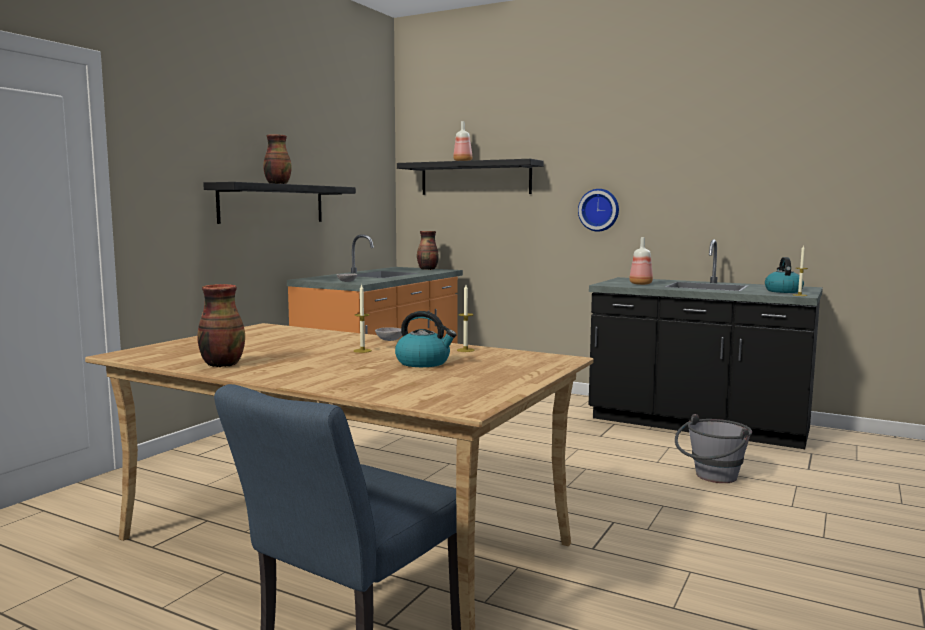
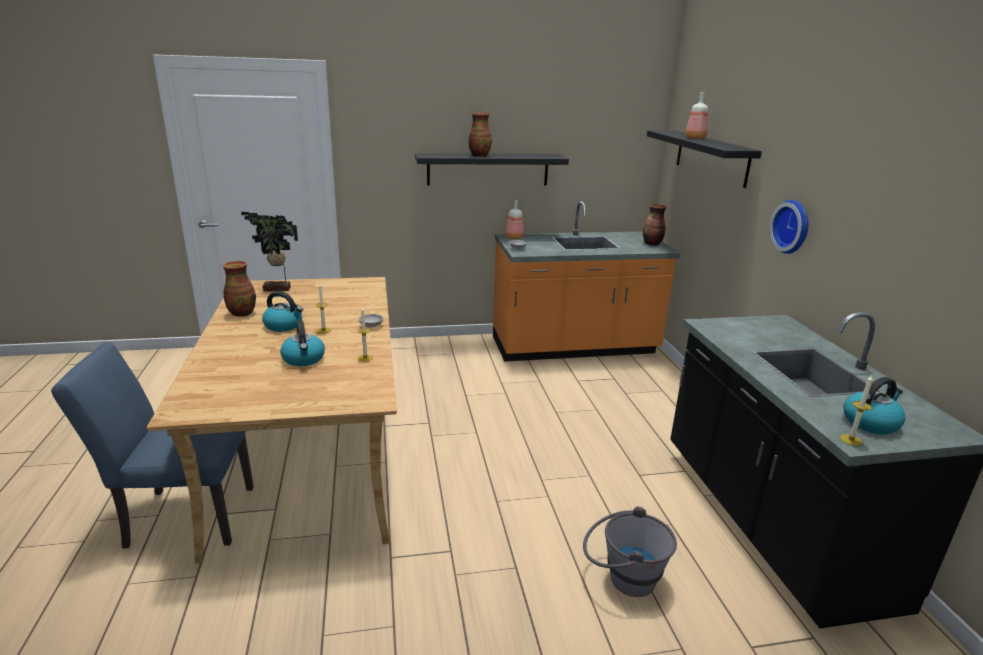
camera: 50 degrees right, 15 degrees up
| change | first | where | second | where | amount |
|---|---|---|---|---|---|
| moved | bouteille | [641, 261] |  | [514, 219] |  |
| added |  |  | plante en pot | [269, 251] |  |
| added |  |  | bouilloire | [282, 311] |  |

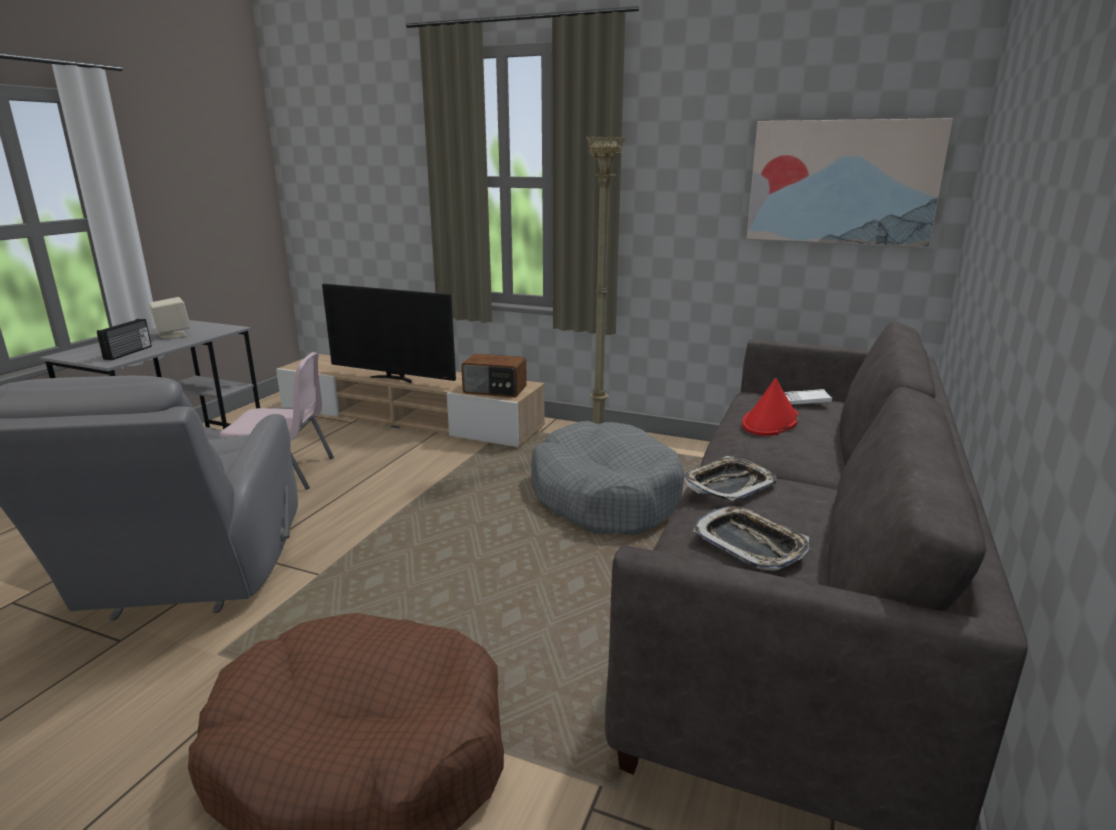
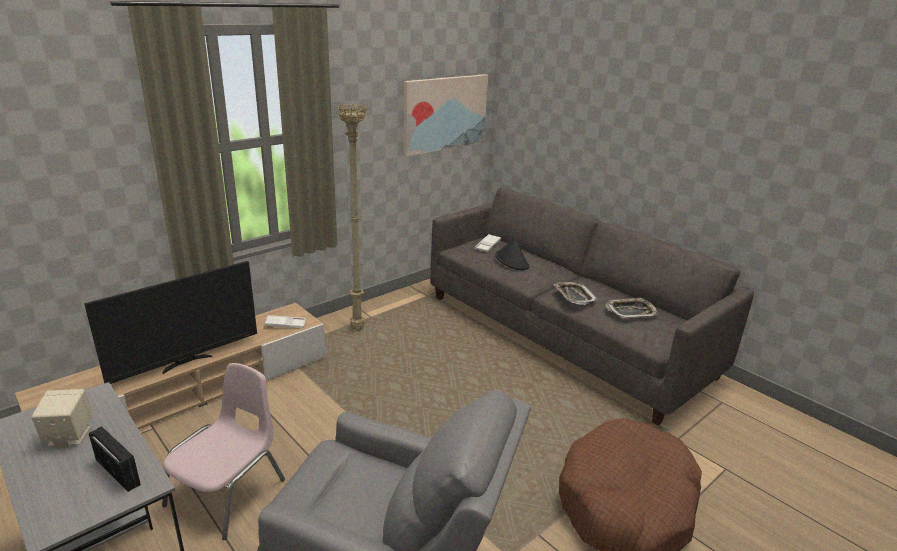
camera: 65 degrees left, 5 degrees up
| change | first | where | second | where | amount |
|---|---|---|---|---|---|
| replaced | radio | [494, 375] | plateau/blanc | [285, 322] |  |
| recoloured | chapeau/rouge | [770, 407] | chapeau/noir | [512, 253] |  |
| removed | panier pour chien/gris | [608, 478] |  |  |  |

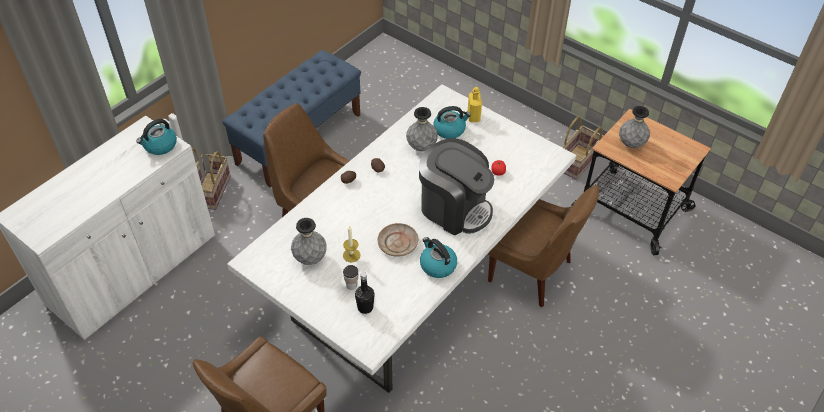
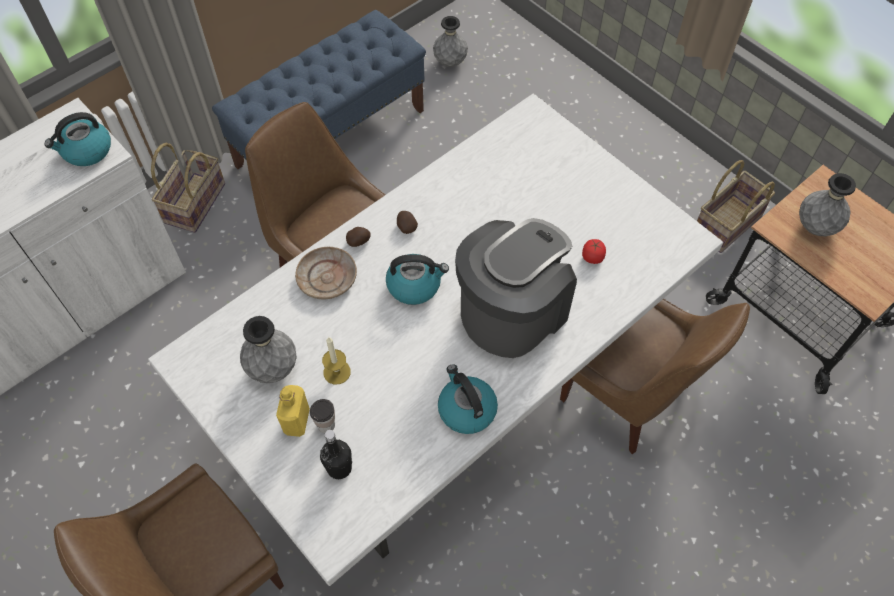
camera: 10 degrees right, 10 degrees up
| change | first | where | second | where | amount |
|---|---|---|---|---|---|
| moved | bouteille/jaune | [475, 104] |  | [293, 411] |  |
| moved | bouilloire | [452, 122] |  | [417, 279] |  |
| moved | vase/gris | [422, 129] |  | [450, 41] |  |
| turned | machine à café | [456, 186] |  | [516, 288] | 90 degrees counterclockwise |
| moved | assiette/beige | [397, 240] |  | [326, 273] |  |

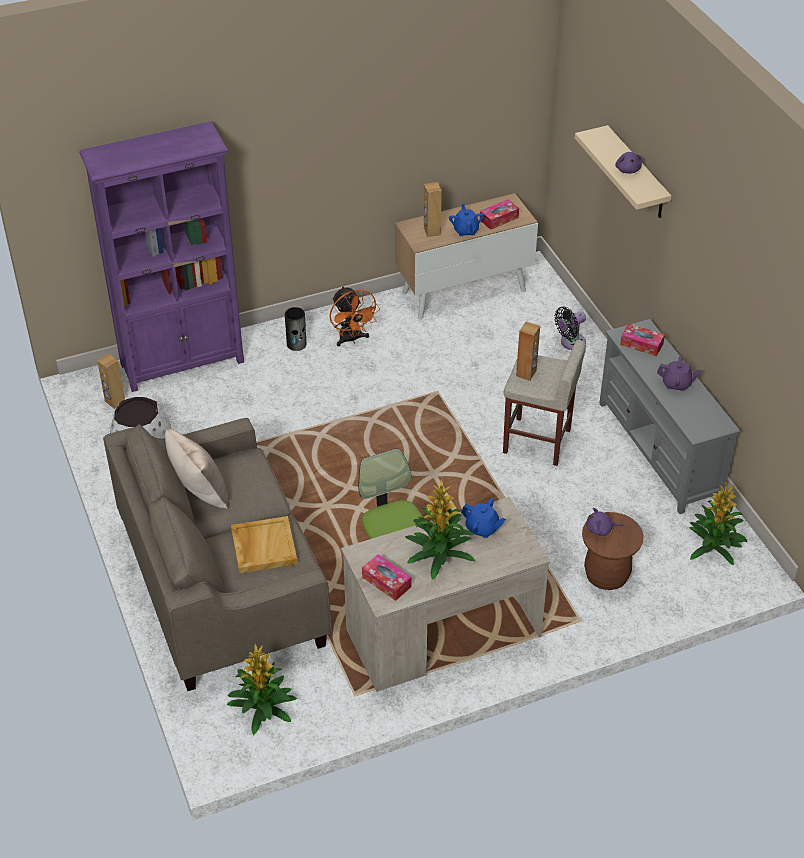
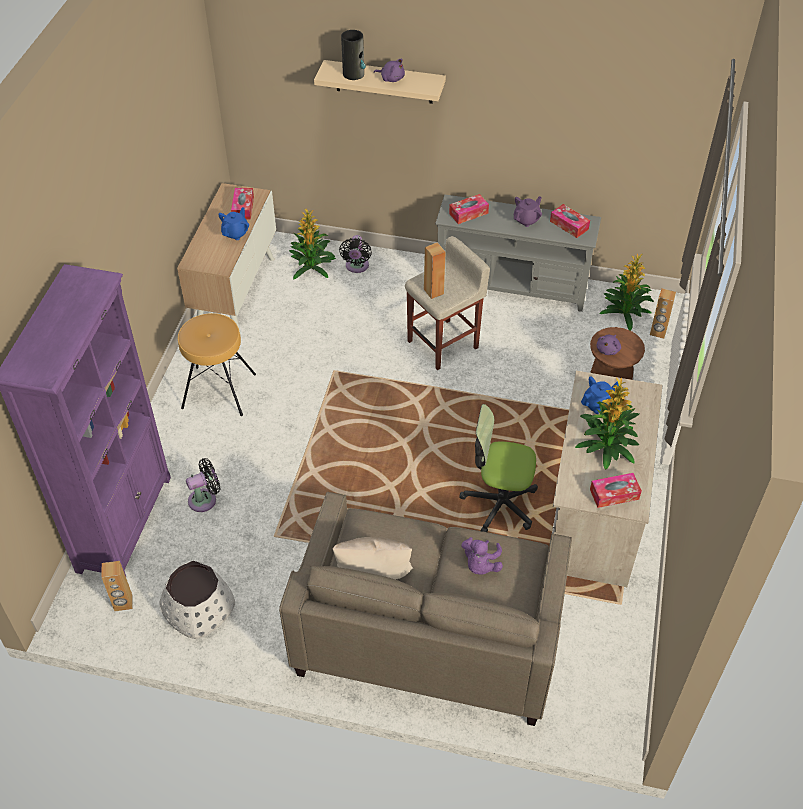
camera: 55 degrees left, 5 degrees up
| change | first | where | second | where | amount |
|---|---|---|---|---|---|
| moved | enceinte/marron | [433, 209] |  | [663, 313] |  |
| turned | théière/bleu | [466, 220] |  | [233, 223] | 90 degrees clockwise |
| replaced | ventilateur/orange | [355, 316] | tabouret/marron | [217, 364] |  |
| moved | vase | [296, 329] |  | [353, 55] |  |
| replaced | plateau/beige | [264, 545] | peluche/violet | [482, 555] |  |
| moved | plante en pot | [262, 689] |  | [312, 244] |  |
| added |  |  | boîte à mouchoirs | [570, 221] |  |
| added |  |  | ventilateur/noir | [203, 485] |  |

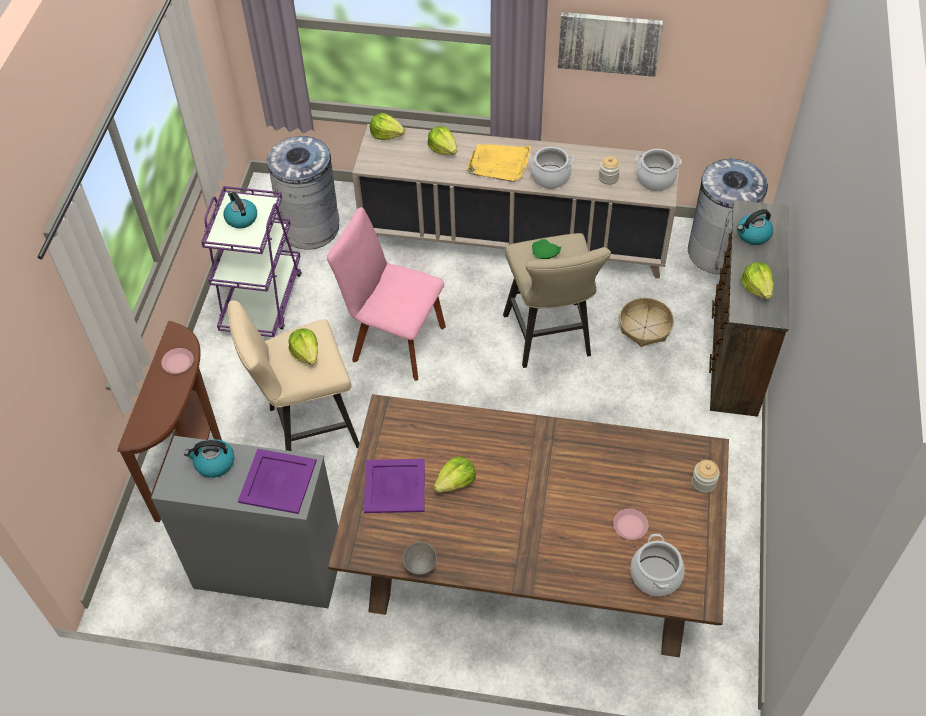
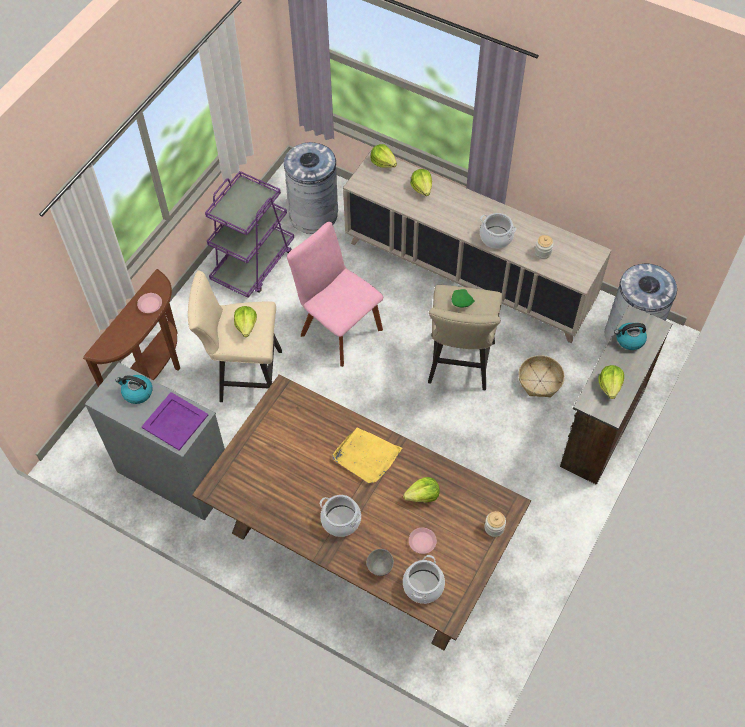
camera: 20 degrees right, 5 degrees up
| change | first | where | second | where | amount |
|---|---|---|---|---|---|
| removed | tableau | [611, 44] |  |  |  |
| moved | plateau/jaune | [499, 163] |  | [367, 455] |  |
| moved | marmite | [659, 170] |  | [340, 516] |  |
| removed | bouilloire | [240, 210] |  |  |  |
| moved | laitue | [455, 475] |  | [421, 489] |  |
| removed | plateau/violet | [394, 486] |  |  |  |
| moved | bol/gris | [420, 558] |  | [380, 562] |  |

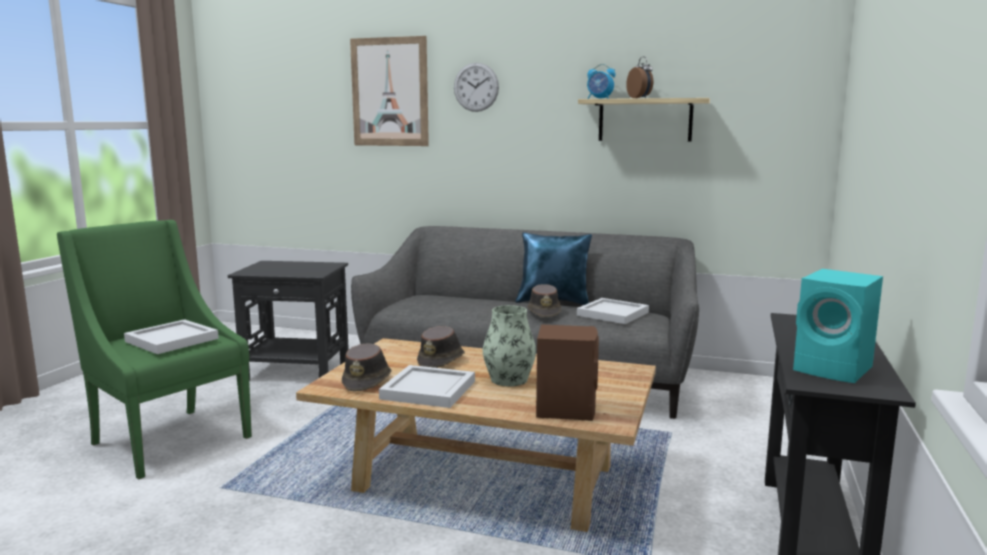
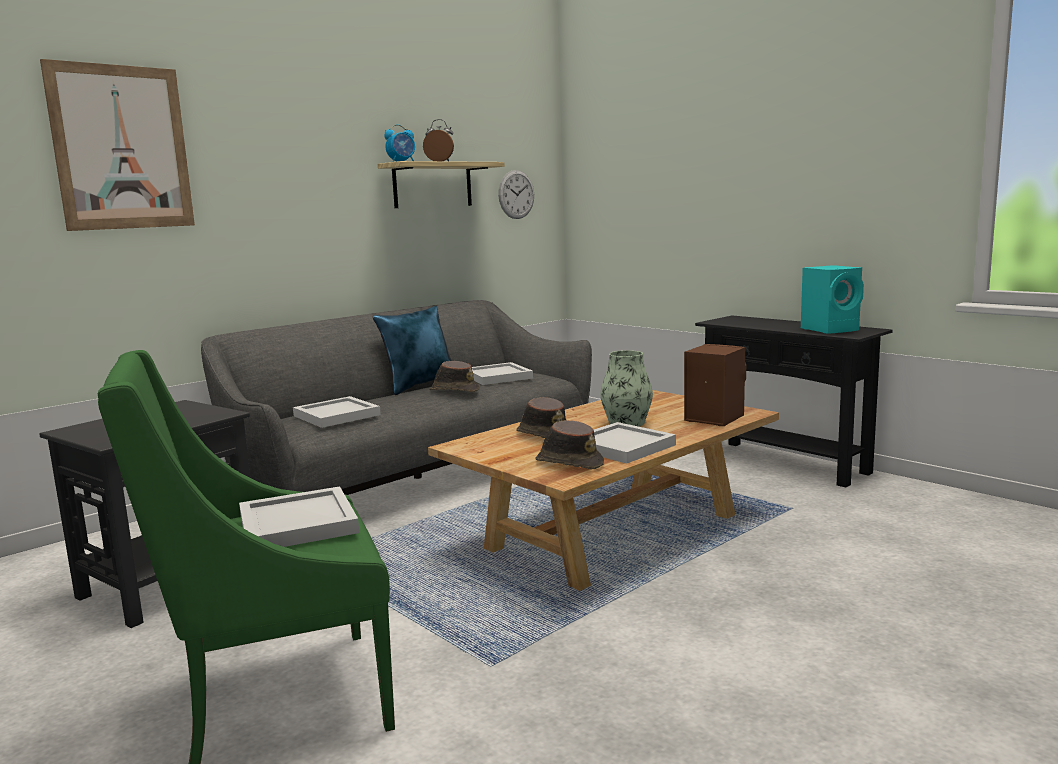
camera: 60 degrees left, 0 degrees up
| change | first | where | second | where | amount |
|---|---|---|---|---|---|
| moved | horloge murale | [476, 87] |  | [516, 194] |  |
| added |  |  | plateau/blanc | [337, 412] |  |

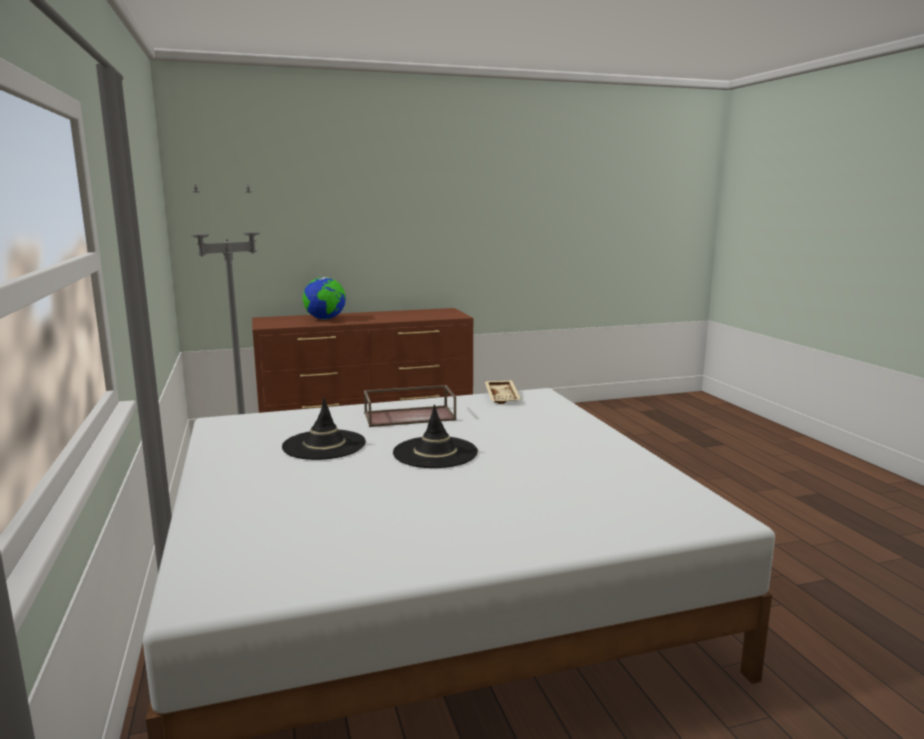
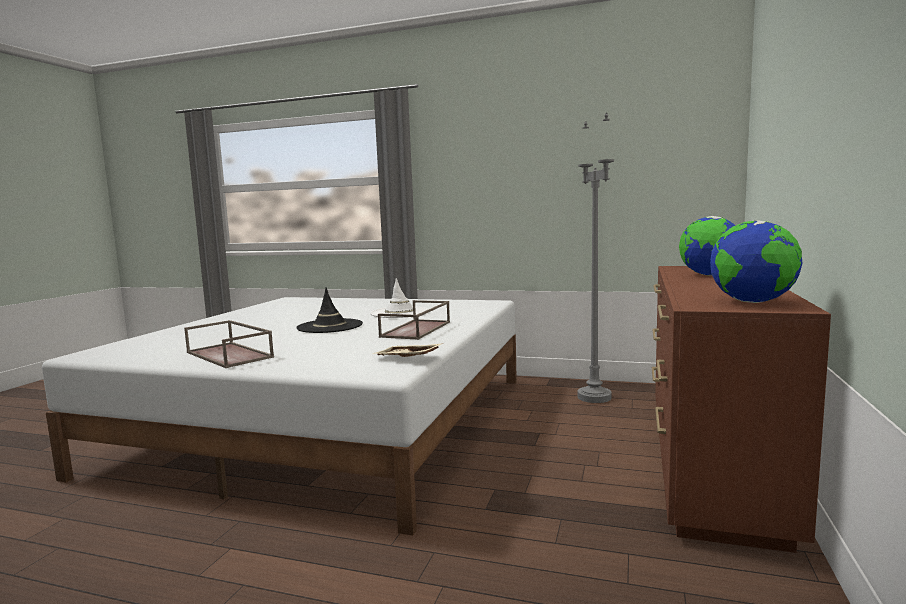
camera: 125 degrees right, 5 degrees down
| change | first | where | second | where | amount |
|---|---|---|---|---|---|
| recoloured | chapeau/noir | [324, 429] | chapeau/blanc | [399, 298] |  |
| added |  |  | globe | [756, 261] |  |
| added |  |  | plateau/marron | [229, 344] |  |

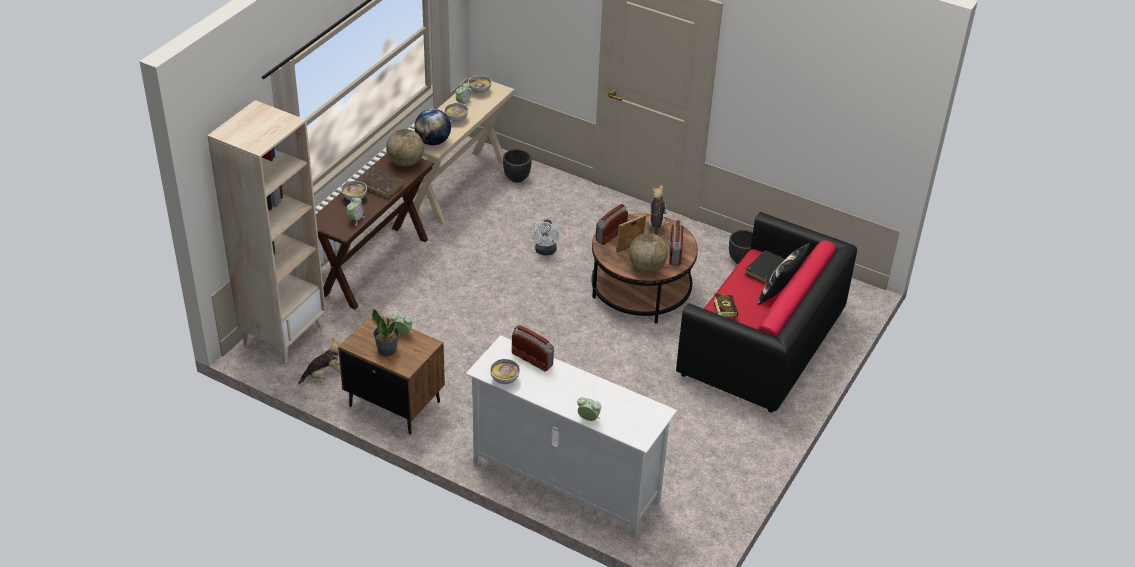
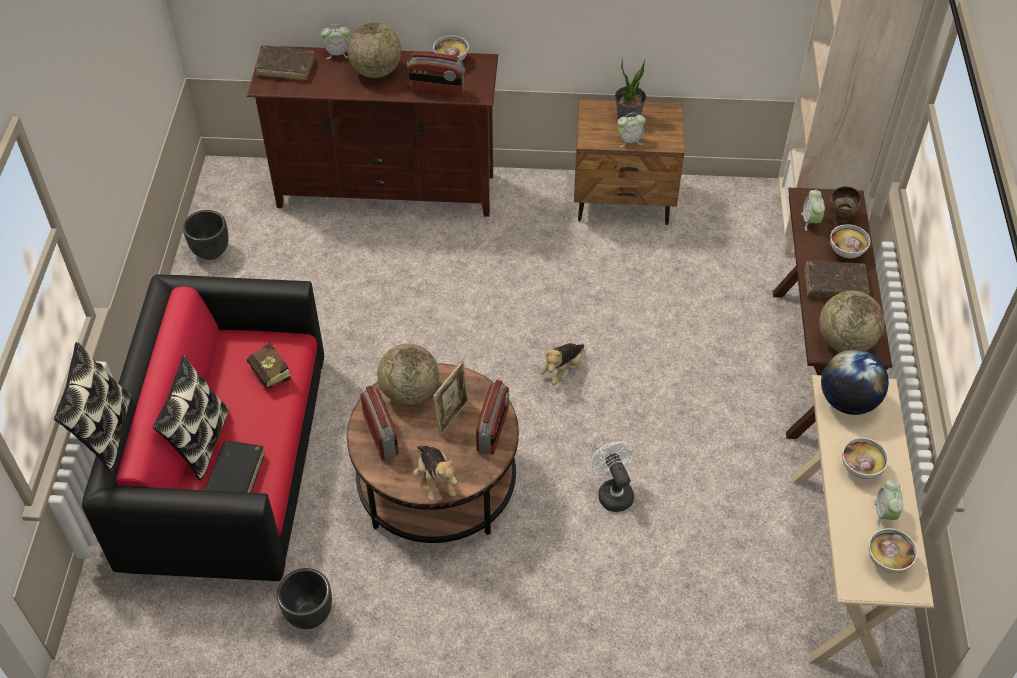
camera: 155 degrees right, 10 degrees up
| change | first | where | second | where | amount |
|---|---|---|---|---|---|
| moved | cache-pot/noir | [517, 166] |  | [206, 235] |  |
| recoloured | meuble télé/blanc | [571, 436] | meuble télé/marron | [372, 131] |  |
| moved | peluche | [320, 361] |  | [561, 364] |  |
| added |  |  | globe | [374, 50] |  |
| added |  |  | livre/marron | [285, 63] |  |
| added |  |  | bol/marron | [846, 203] |  |
| added |  |  | coussin | [92, 407] |  |

